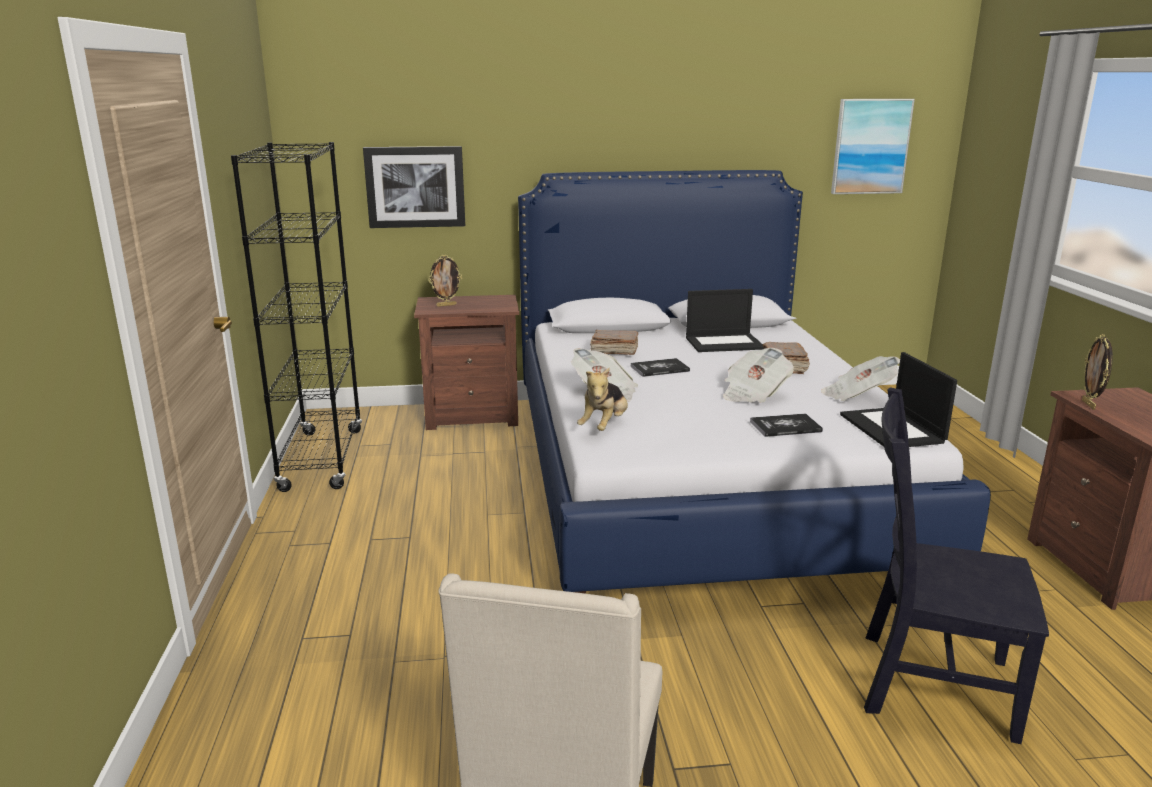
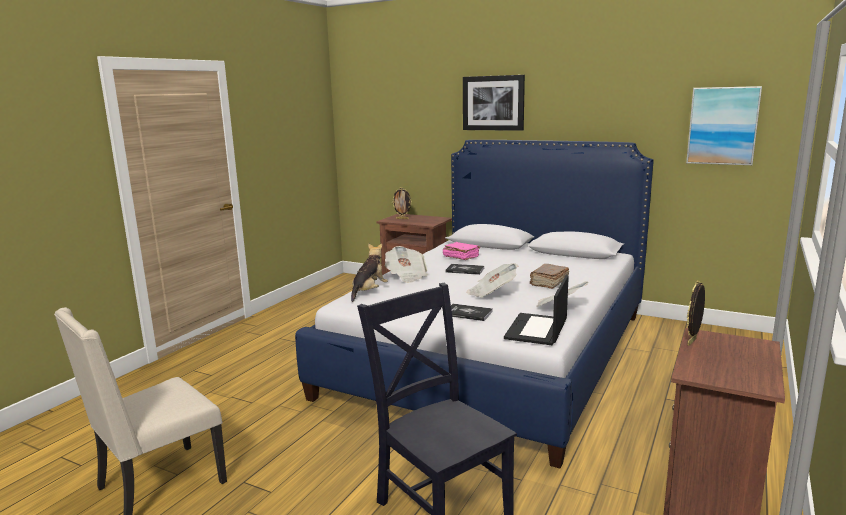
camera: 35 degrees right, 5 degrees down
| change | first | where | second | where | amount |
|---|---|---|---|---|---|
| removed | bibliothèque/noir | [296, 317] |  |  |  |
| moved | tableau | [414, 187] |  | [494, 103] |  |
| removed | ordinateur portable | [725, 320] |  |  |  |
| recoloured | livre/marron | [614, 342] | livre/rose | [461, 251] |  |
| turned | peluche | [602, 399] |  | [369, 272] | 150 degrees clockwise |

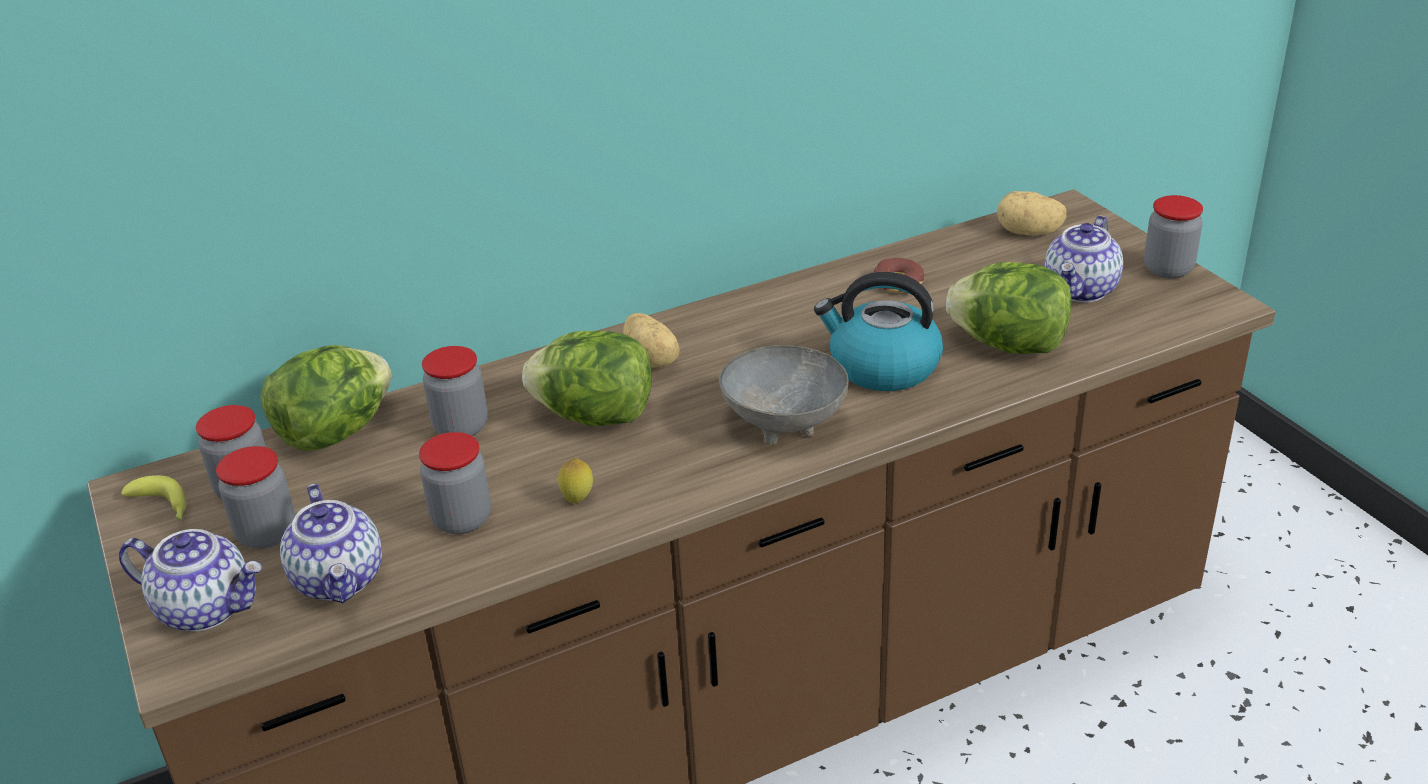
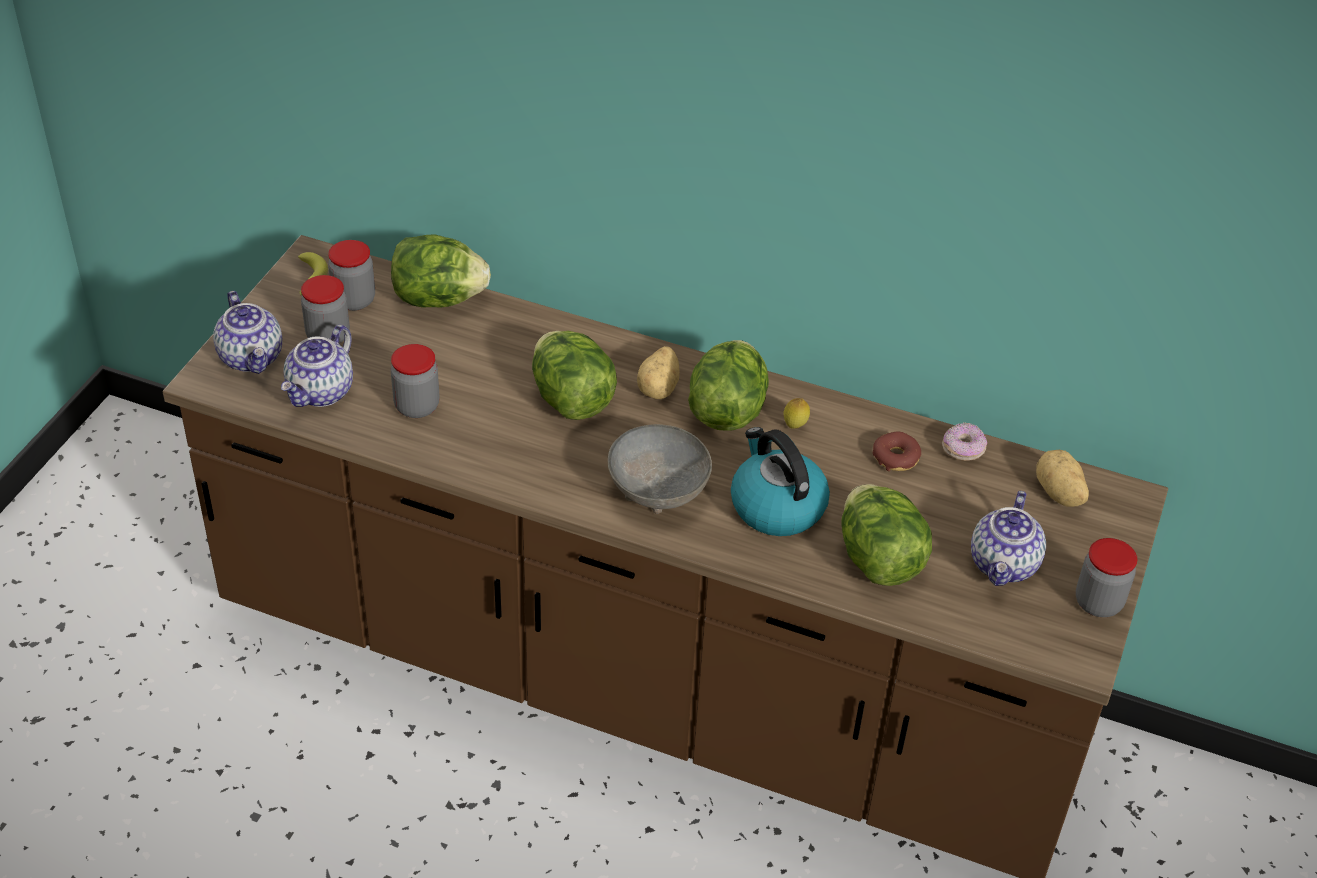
camera: 45 degrees right, 10 degrees up
| change | first | where | second | where | amount |
|---|---|---|---|---|---|
| turned | théière | [1083, 258] |  | [1008, 538] | 60 degrees counterclockwise |
| removed | bocal | [455, 391] |  |  |  |
| moved | citron | [575, 480] |  | [797, 413] |  |
| added |  |  | laitue | [728, 385] |  |
| added |  |  | beignet | [964, 441] |  |

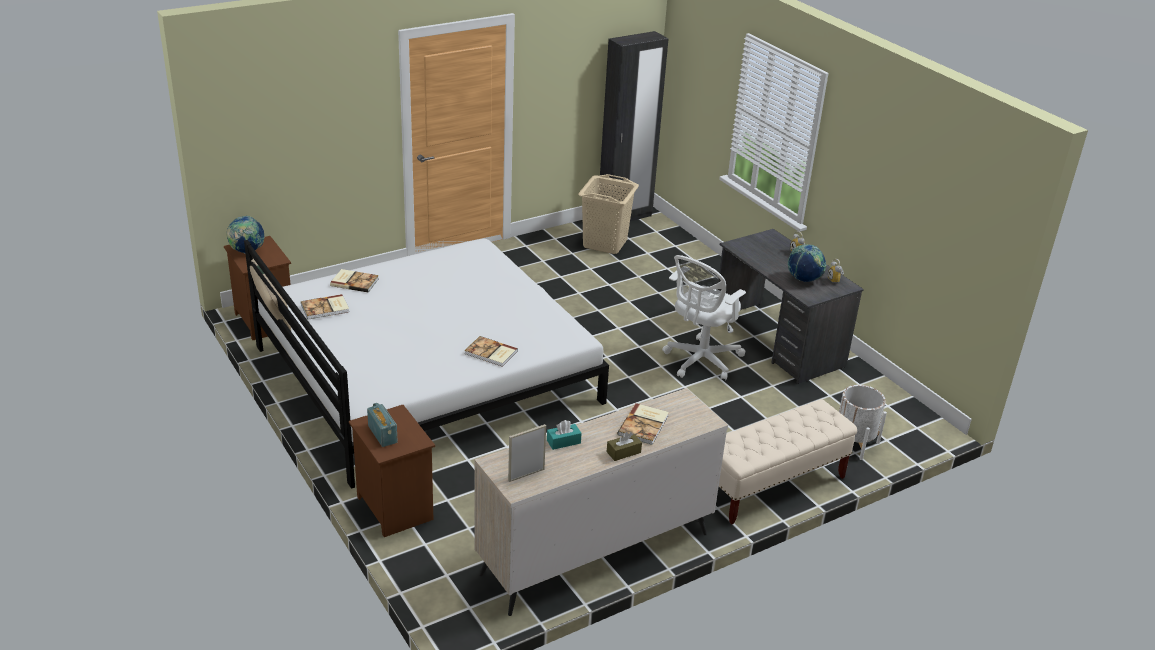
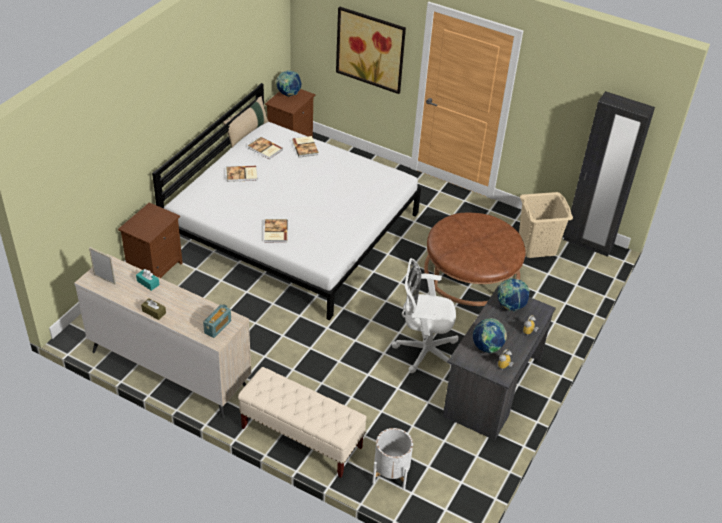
camera: 60 degrees right, 10 degrees up
| change | first | where | second | where | amount |
|---|---|---|---|---|---|
| moved | radio | [382, 425] |  | [217, 321] |  |
| moved | livre | [643, 424] |  | [241, 174] |  |
| added |  |  | tableau | [371, 50] |  |
| added |  |  | pouf/marron | [475, 259] |  |
| added |  |  | globe | [514, 294] |  |

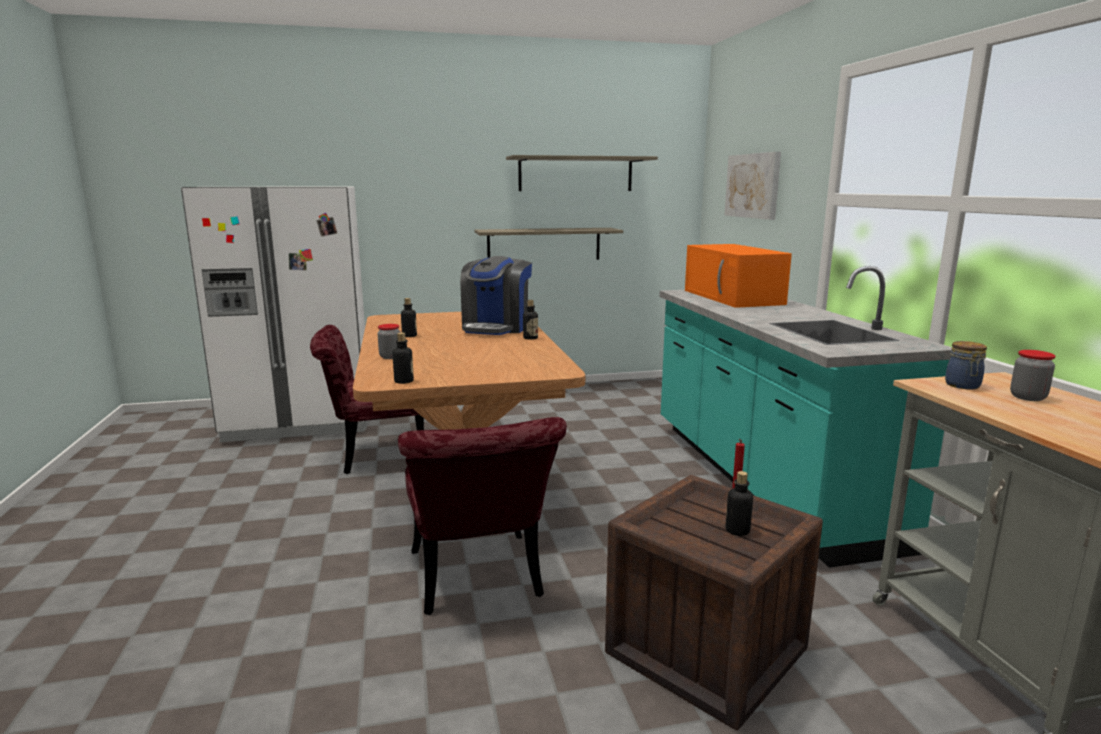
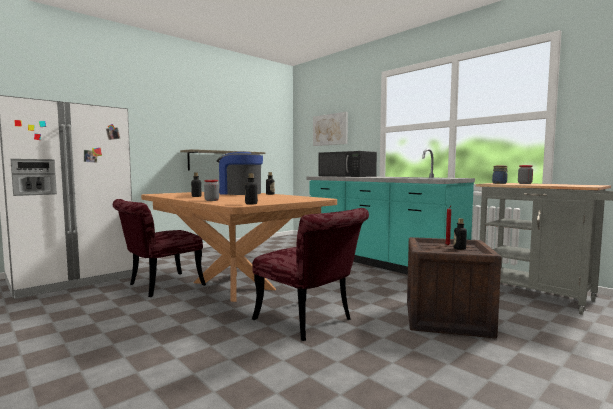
camera: 30 degrees left, 10 degrees down
| change | first | where | second | where | amount |
|---|---|---|---|---|---|
| removed | étagère | [582, 173] |  |  |  |
| recoloured | micro-ondes/orange | [738, 276] | micro-ondes/noir | [347, 164] |  |
| turned | machine à café | [496, 295] |  | [240, 173] | 135 degrees clockwise |

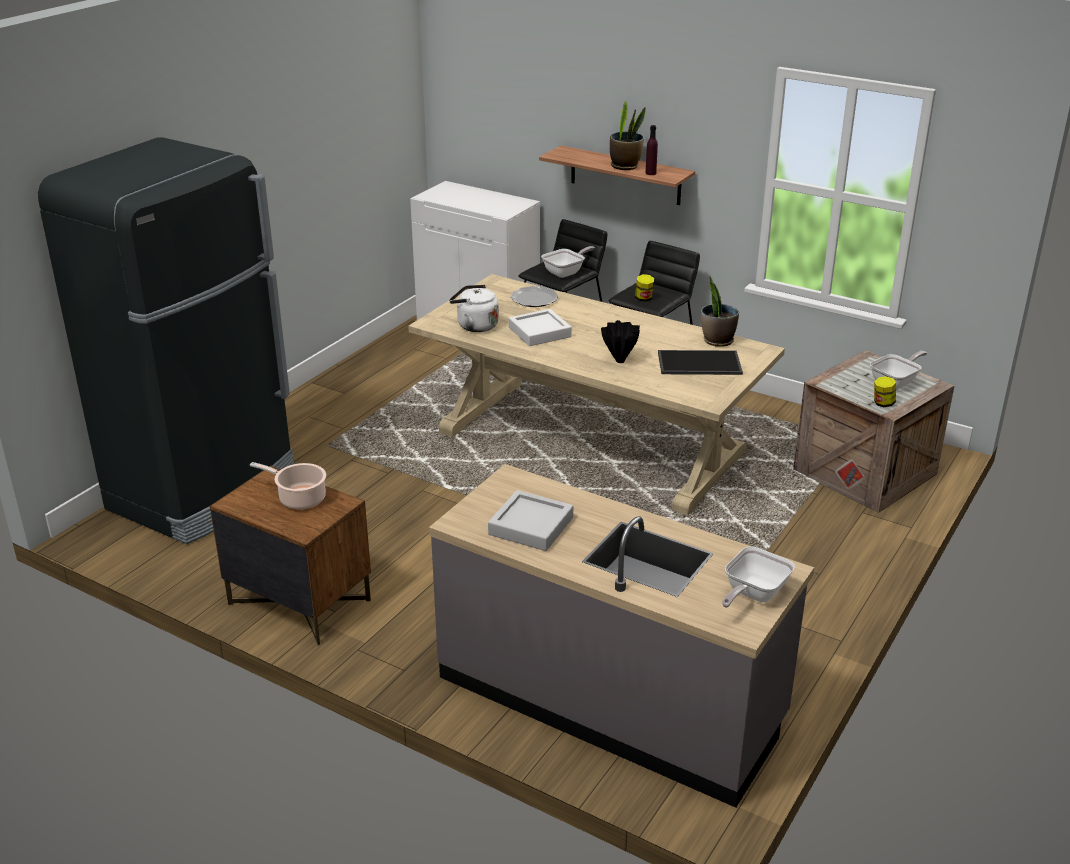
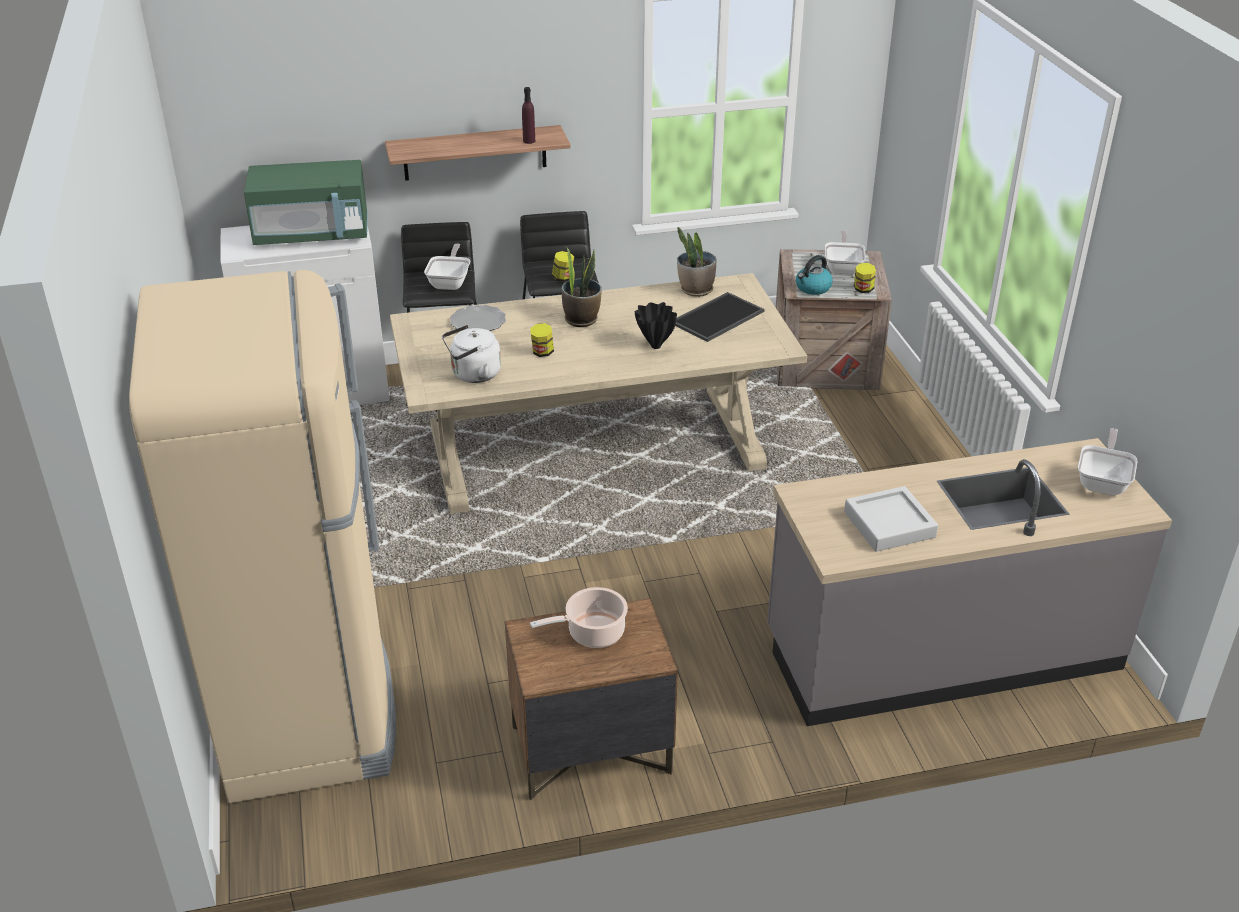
camera: 45 degrees left, 5 degrees up
| change | first | where | second | where | amount |
|---|---|---|---|---|---|
| moved | plante en pot | [628, 134] |  | [582, 287] |  |
| recoloured | réfrigérateur/noir | [166, 340] | réfrigérateur/beige | [262, 536] |  |
| replaced | plateau/blanc | [540, 327] | bocal | [542, 340] |  |
| turned | poêle | [758, 577] |  | [1107, 462] | 150 degrees counterclockwise |
| added |  |  | micro-ondes/vert | [306, 202] |  |
| added |  |  | bouilloire | [814, 275] |  |

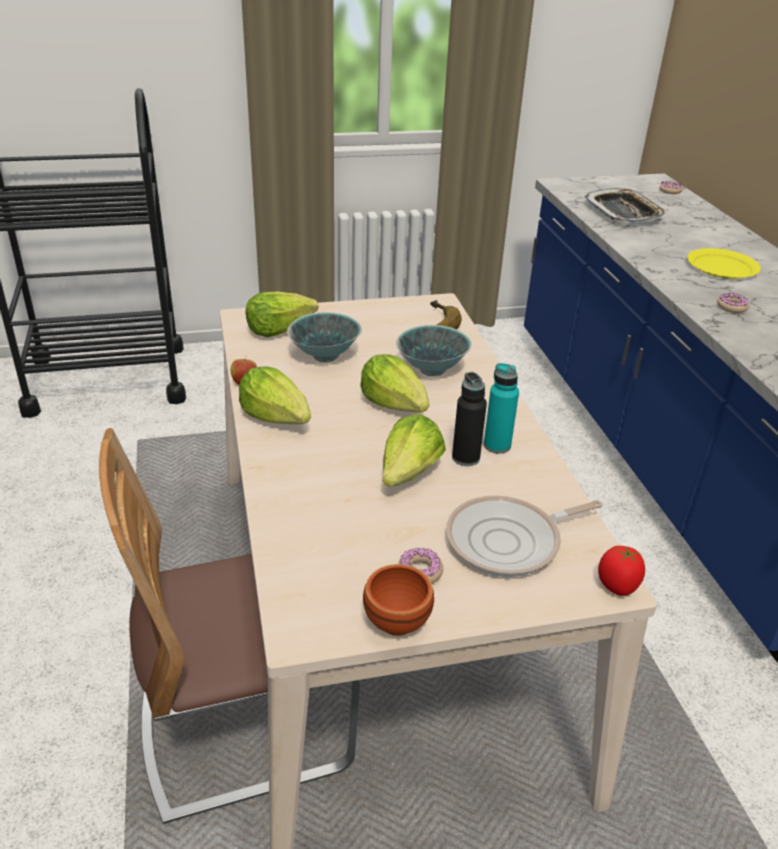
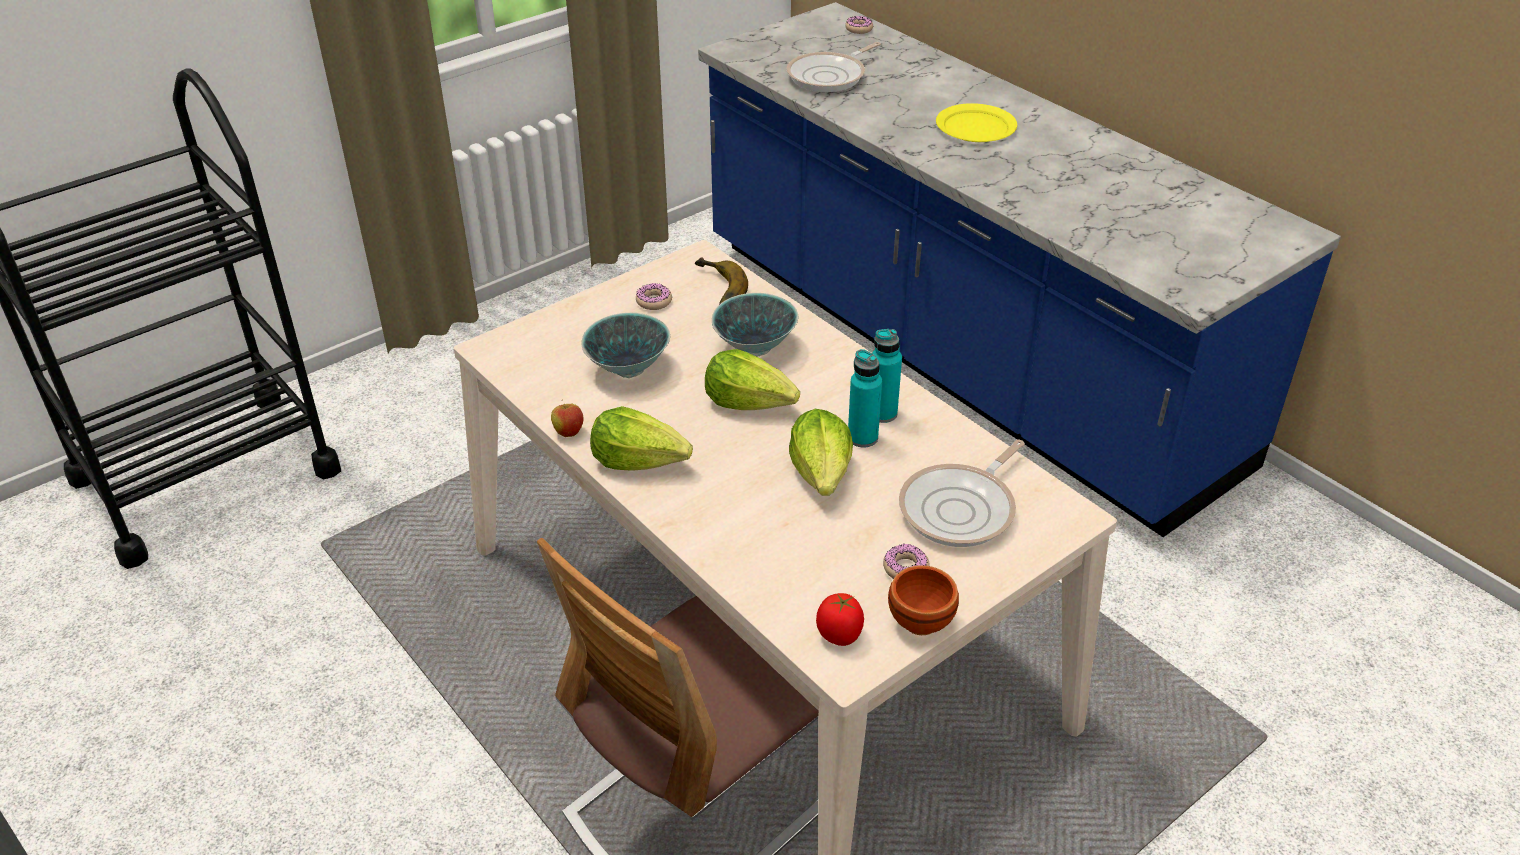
camera: 25 degrees left, 5 degrees up
| change | first | where | second | where | amount |
|---|---|---|---|---|---|
| replaced | plateau | [626, 205] | poêle | [834, 67] |  |
| removed | laitue | [282, 314] |  |  |  |
| moved | beignet | [733, 303] |  | [654, 296] |  |
| recoloured | bouteille/noir | [469, 419] | bouteille/turquoise | [865, 398] |  |
| moved | tomate | [621, 571] |  | [840, 619] |  |

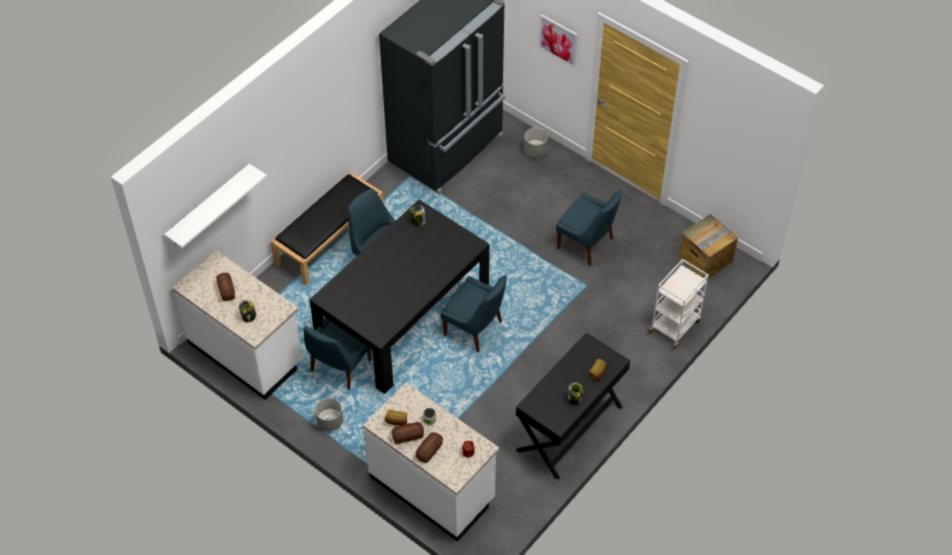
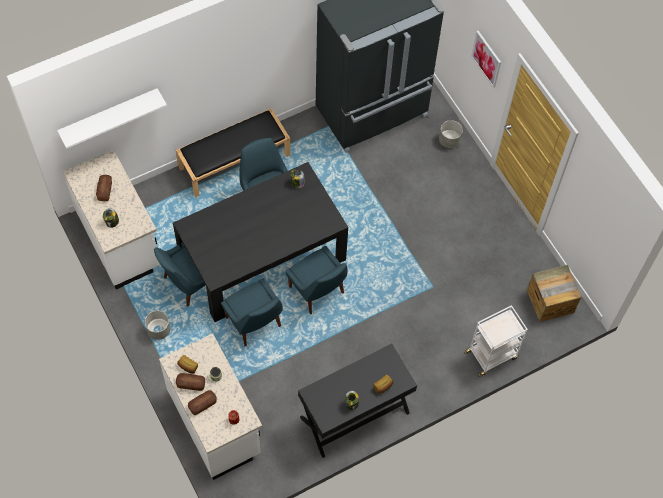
camera: 20 degrees right, 10 degrees up
| change | first | where | second | where | amount |
|---|---|---|---|---|---|
| moved | chaise/bleu | [589, 228] |  | [252, 312] |  |

